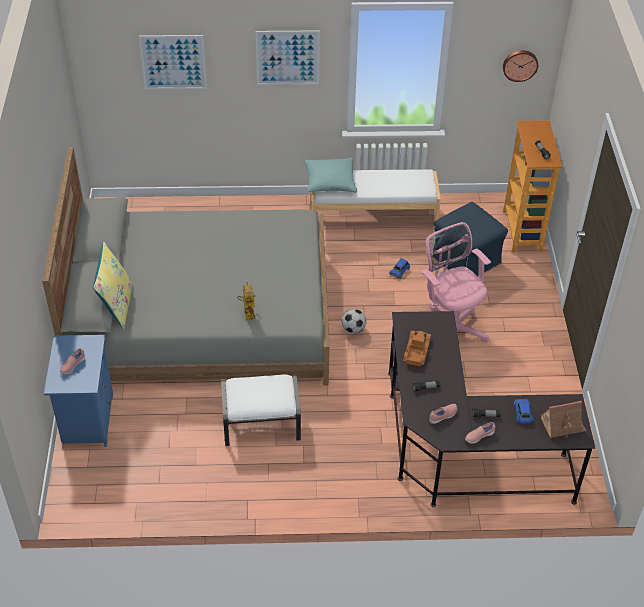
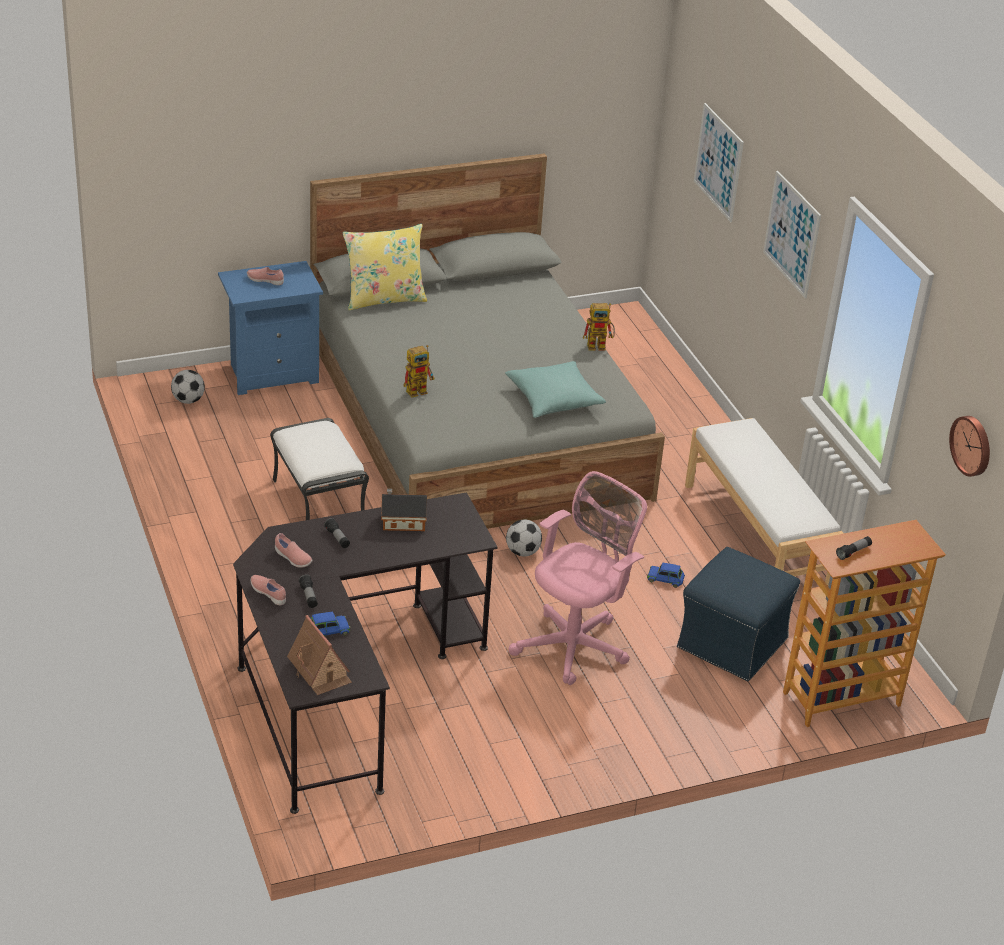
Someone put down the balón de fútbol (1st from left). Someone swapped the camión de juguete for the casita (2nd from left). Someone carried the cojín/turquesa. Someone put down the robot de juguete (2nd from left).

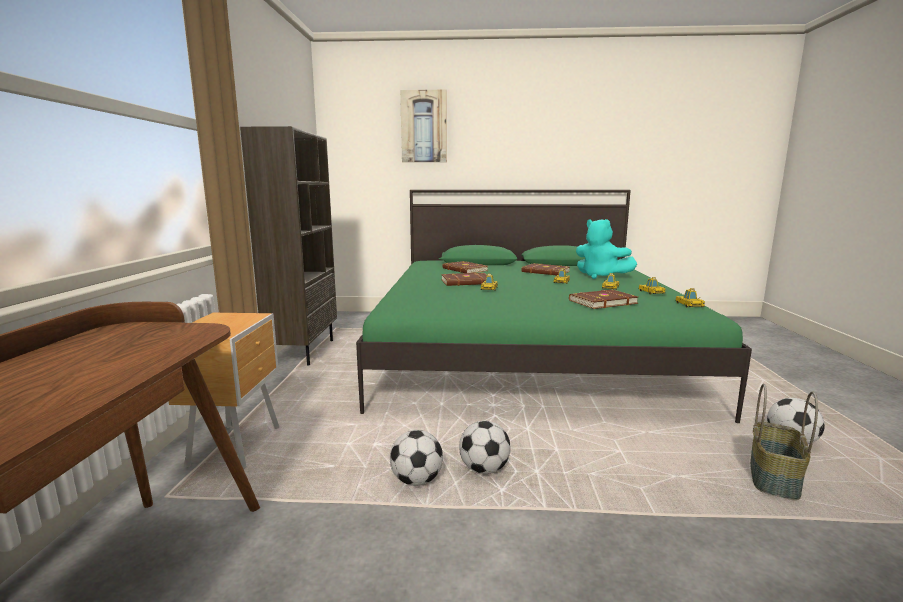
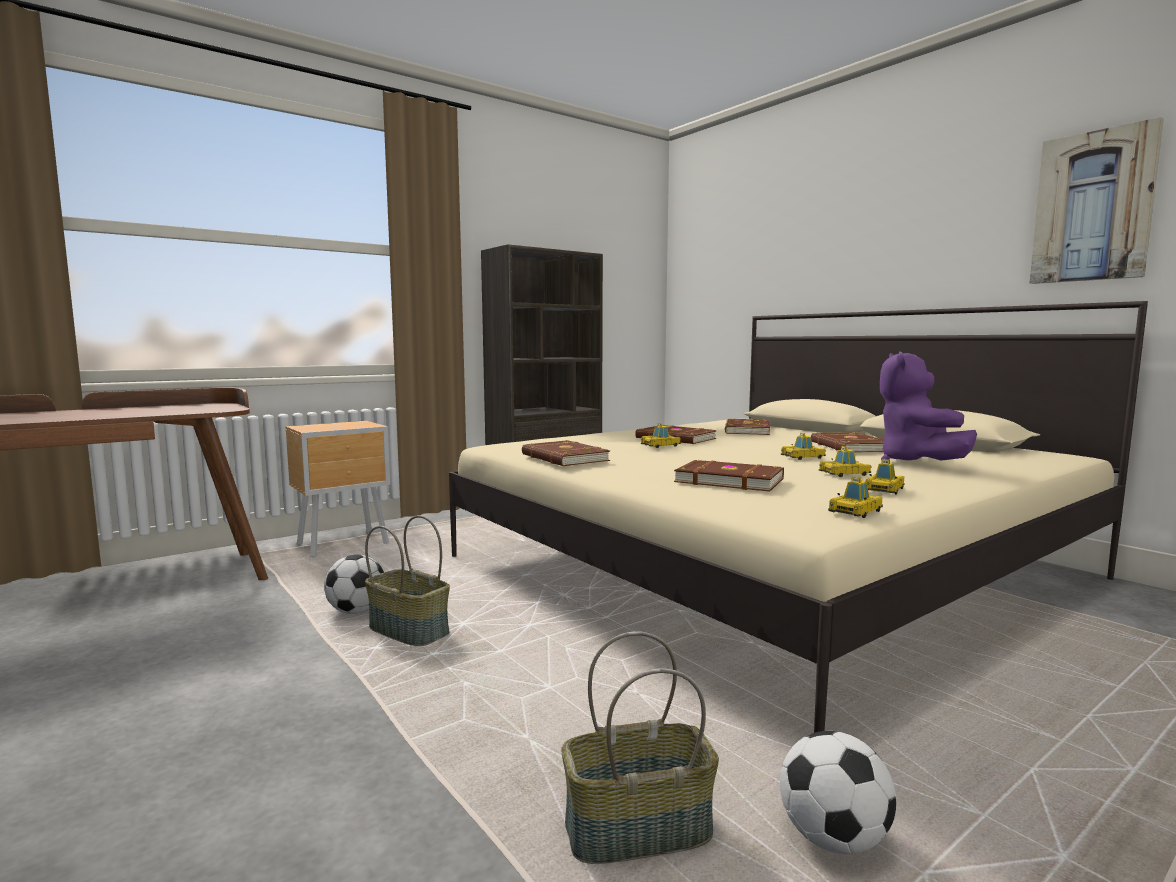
Someone swapped the balón de fútbol (2nd from left) for the cesta (1st from left). Someone repainted the cama/verde, which became the cama/beis. Someone put down the libro/marrón (1st from left). Someone repainted the peluche/turquesa, which became the peluche/morado. Someone carried the cuadro.

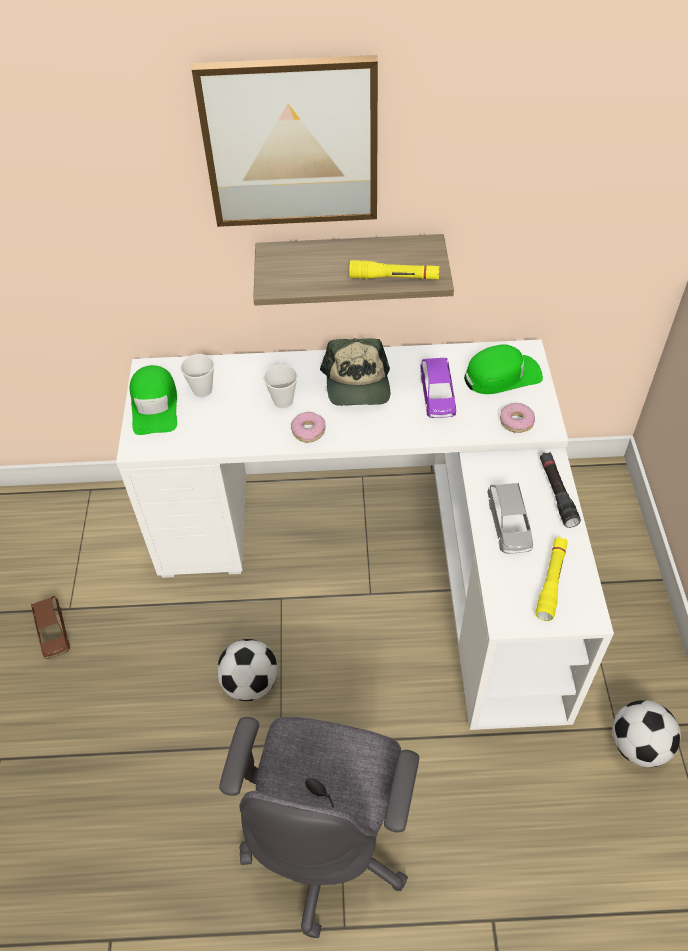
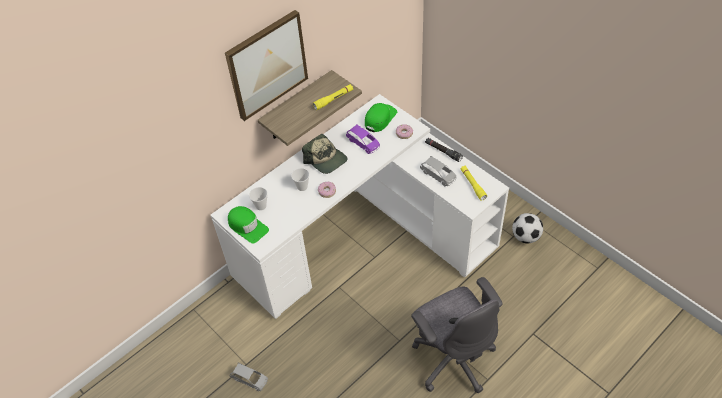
Someone repainted the coche de juguete/marrón, which became the coche de juguete/gris (1st from left). Someone took away the balón de fútbol (1st from left).

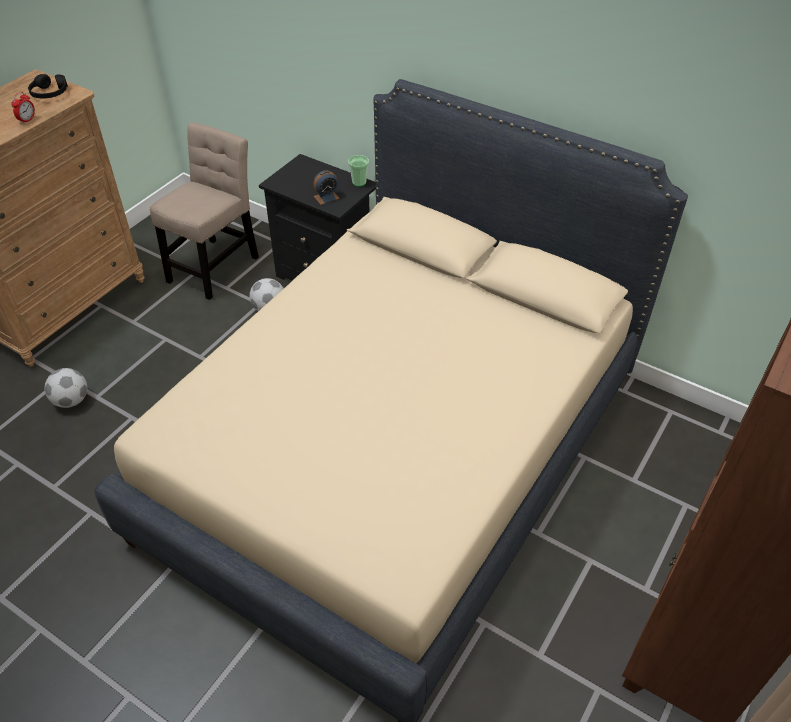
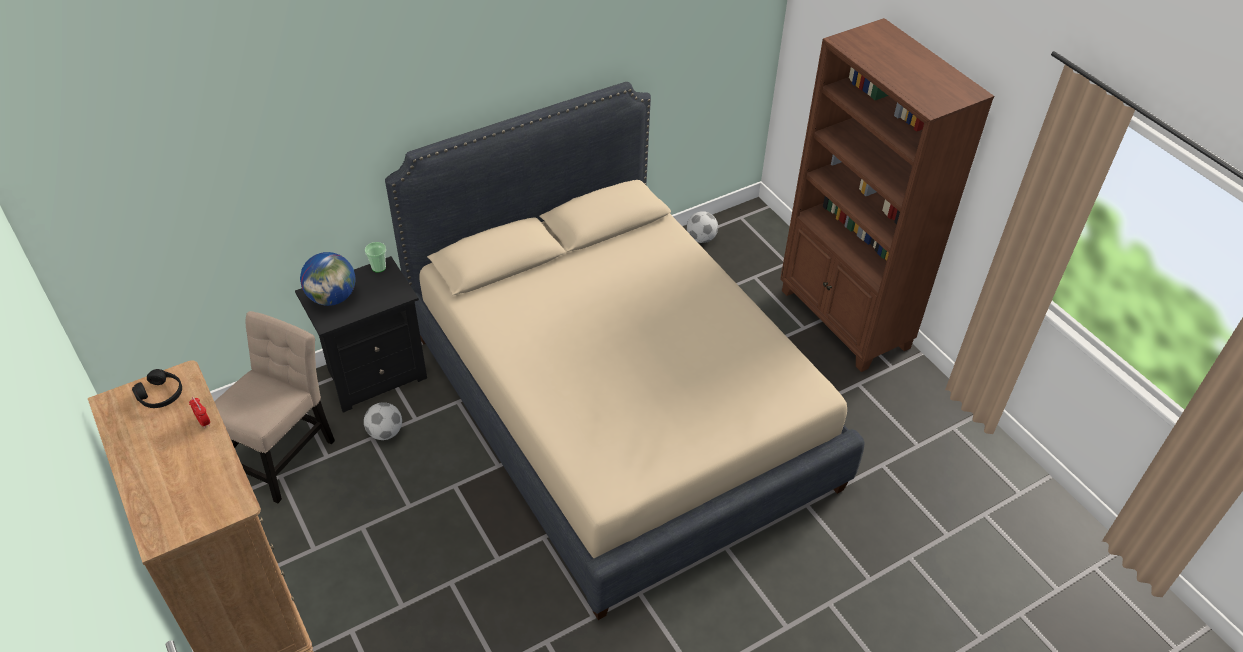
Someone rotated the silla/beis by 60 degrees clockwise. Someone put down the globo terráqueo. Someone carried the balón de fútbol (1st from left in the first image). Someone took away the despertador (2nd from left).

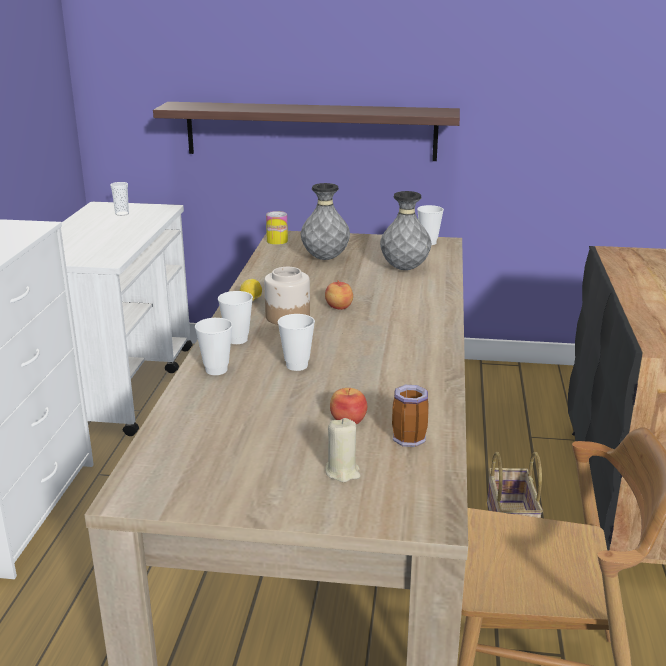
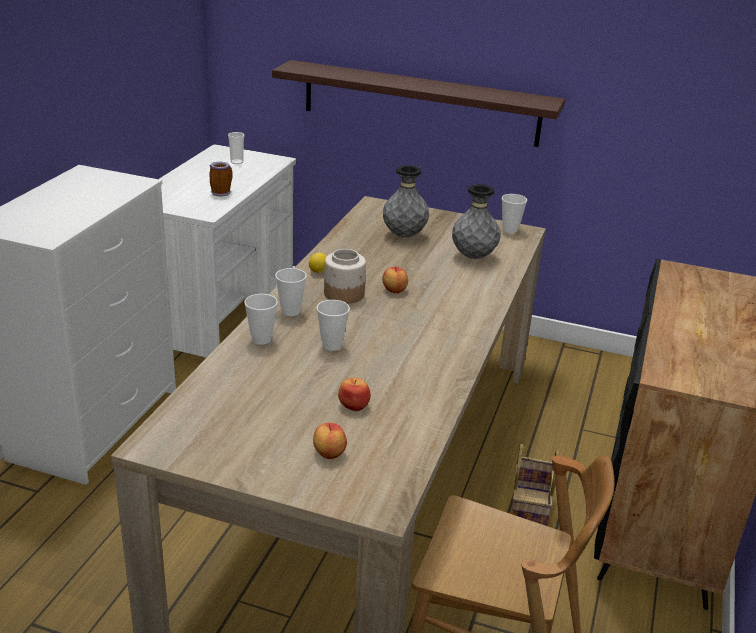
Someone carried the taza grande. Someone swapped the vela/beis for the manzana (1st from left). Someone took away the lata.

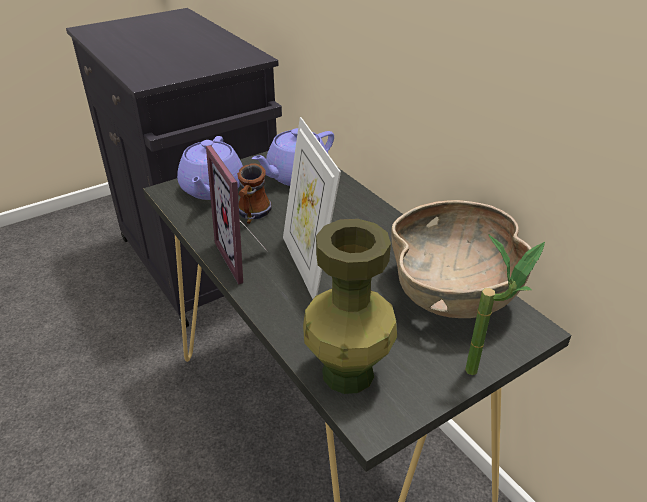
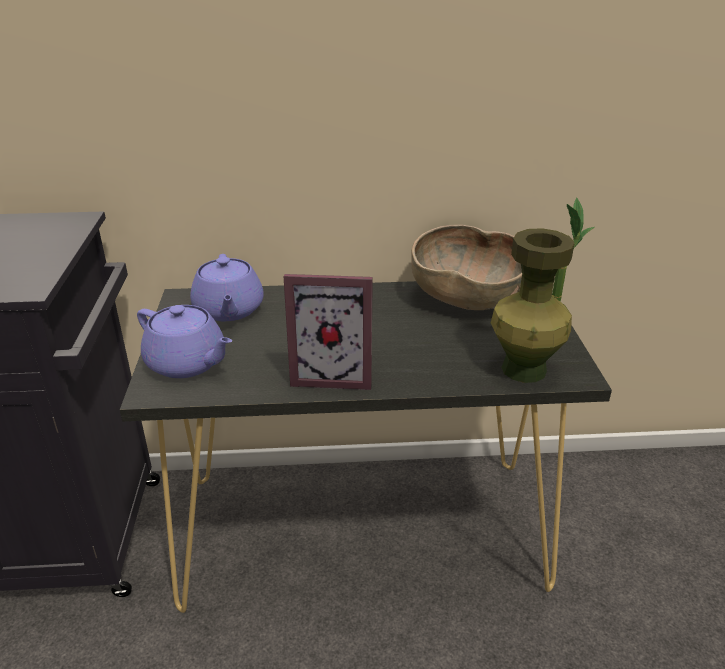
Someone took away the taza grande. Someone took away the portarretratos (2nd from left).

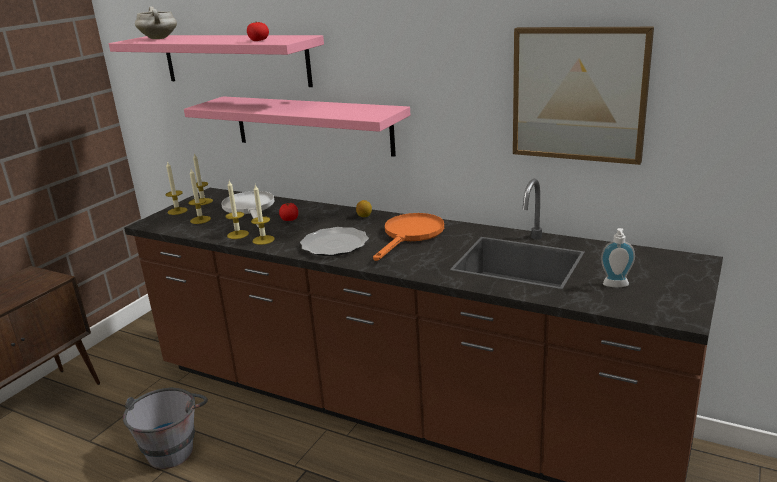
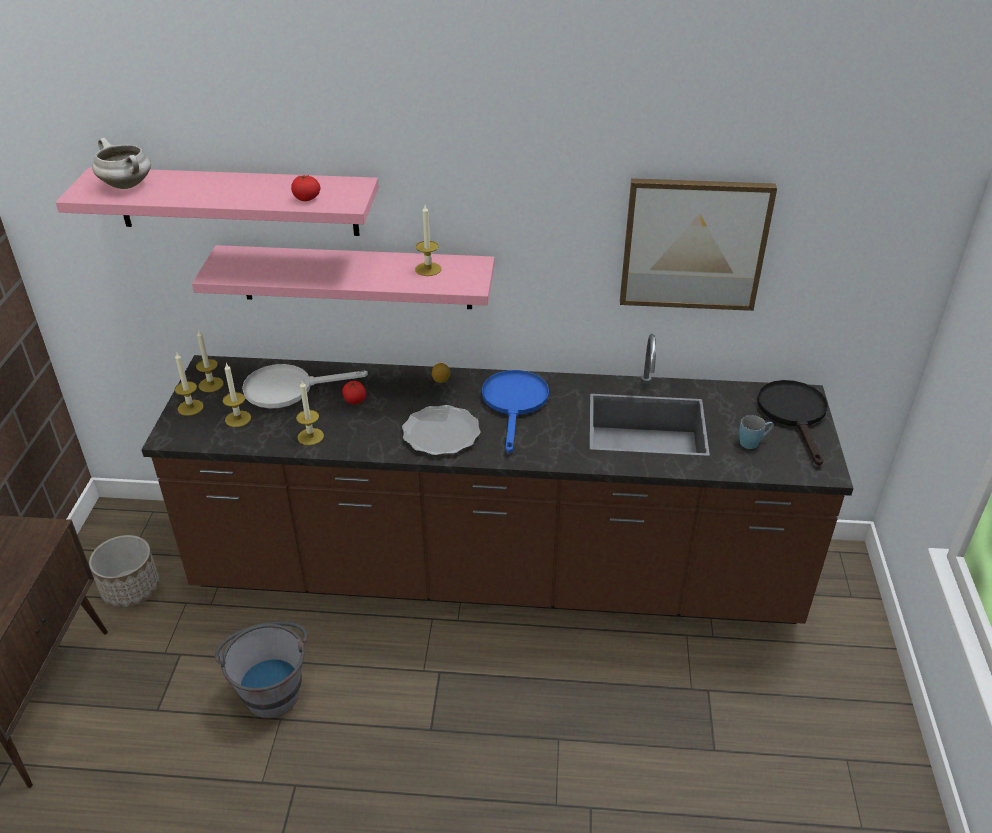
Someone put down the maceta. Someone rotated the sartén/blanco by 60 degrees counterclockwise. Someone carried the vela (5th from left). Someone repainted the sartén/naranja, which became the sartén/azul. Someone swapped the dispensador de jabón for the taza grande/azul. Someone put down the sartén/negro.

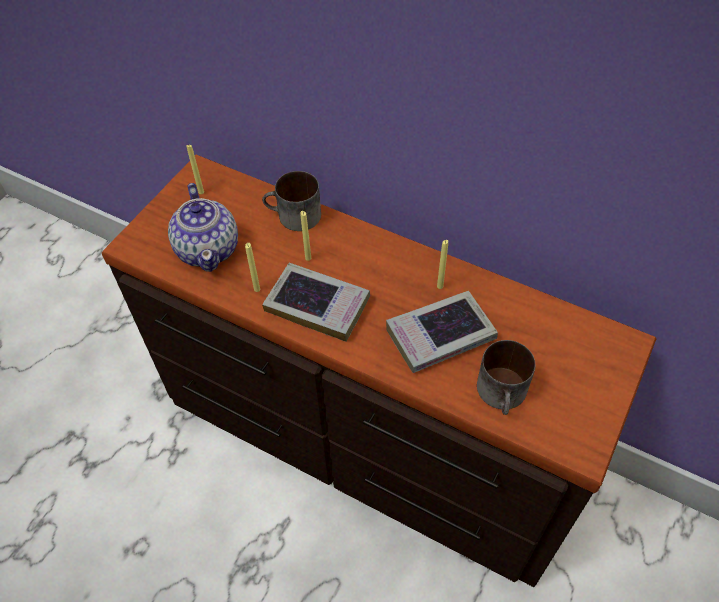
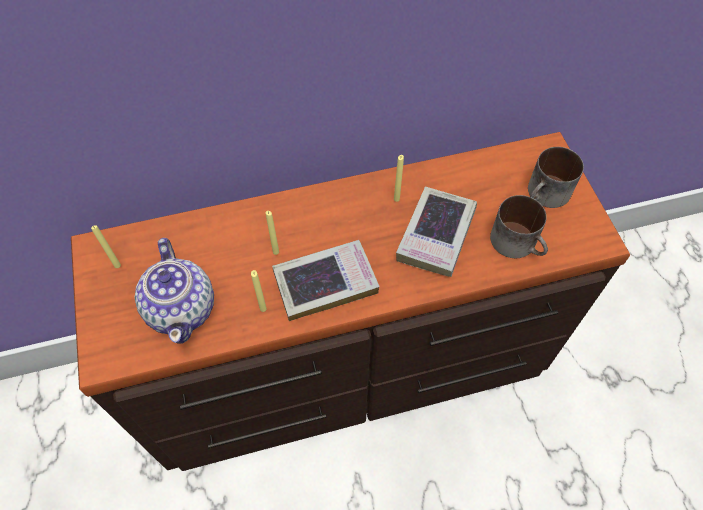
Someone rotated the tetera by 45 degrees clockwise. Someone carried the taza grande (1st from left in the first image).

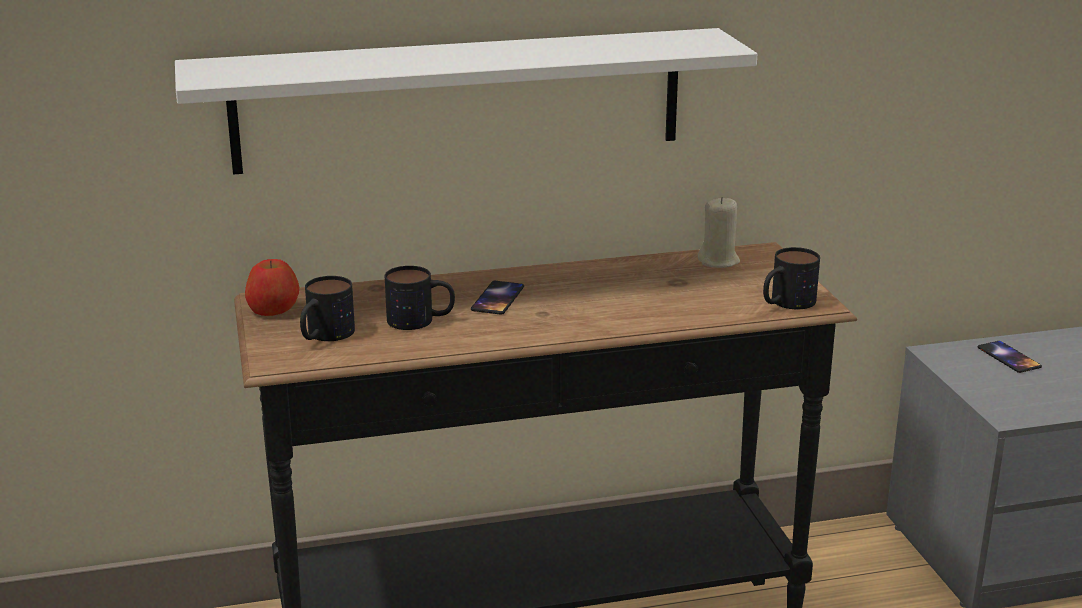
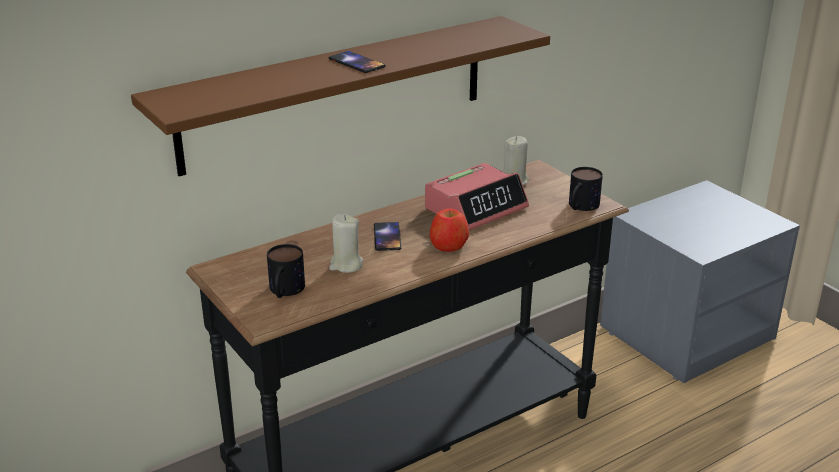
Someone repainted the estante/blanco, which became the estante/marrón. Someone carried the móvil (2nd from left in the first image). Someone swapped the taza grande (2nd from left) for the vela/beis (1st from left). Someone put down the despertador. Someone carried the manzana.

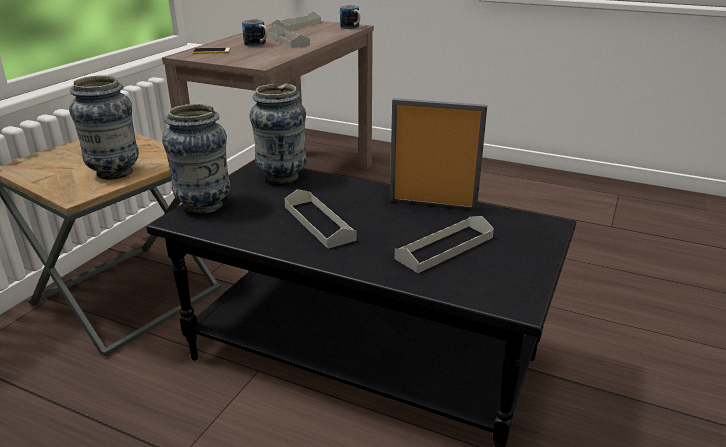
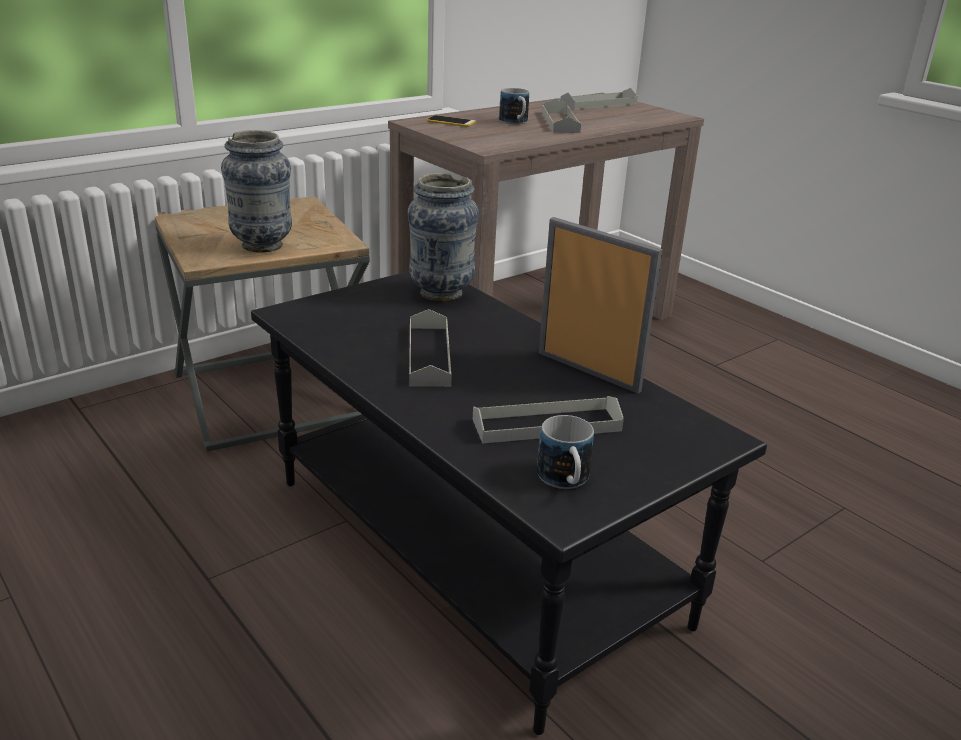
Someone carried the taza grande (2nd from left). Someone took away the florero (2nd from left).

